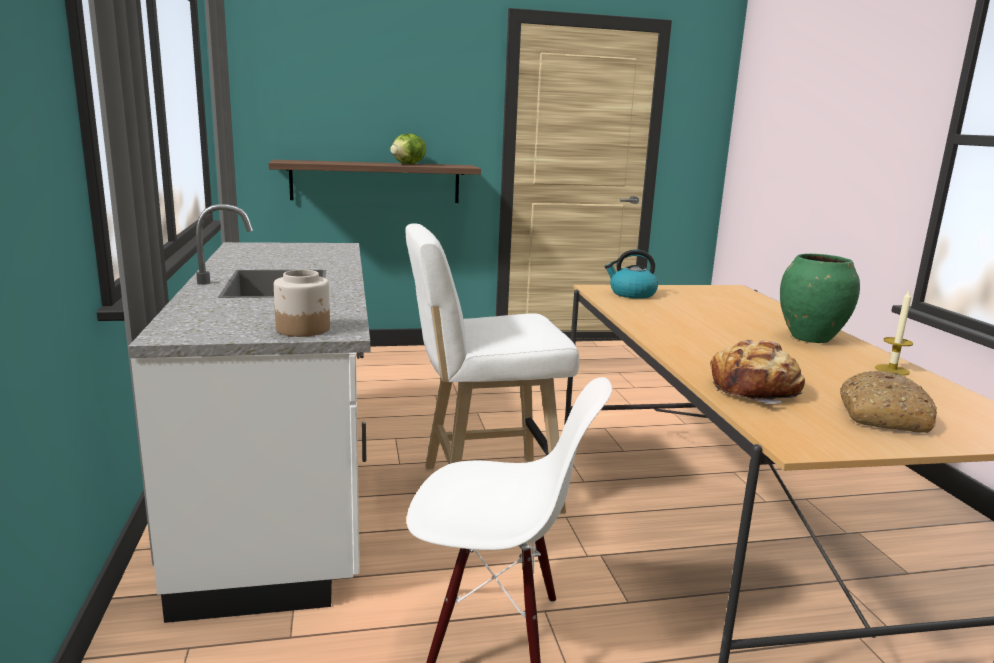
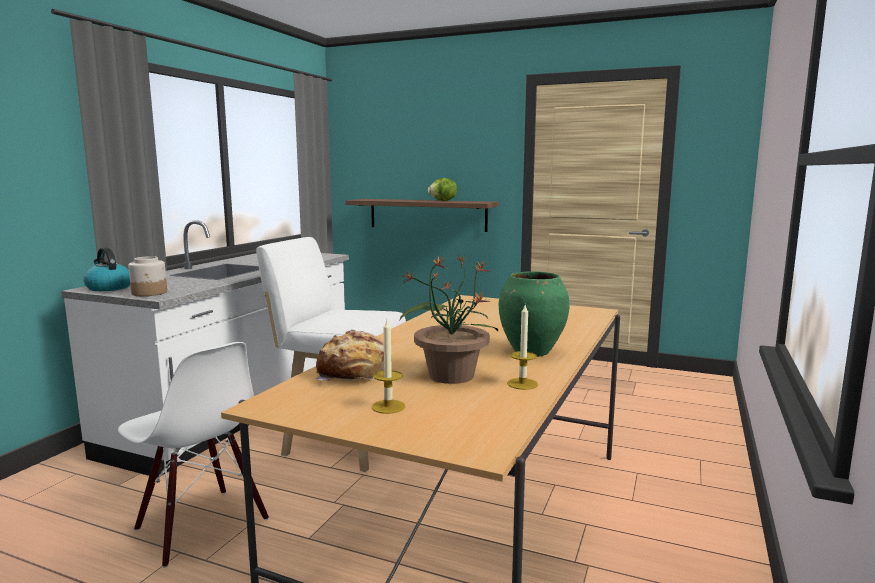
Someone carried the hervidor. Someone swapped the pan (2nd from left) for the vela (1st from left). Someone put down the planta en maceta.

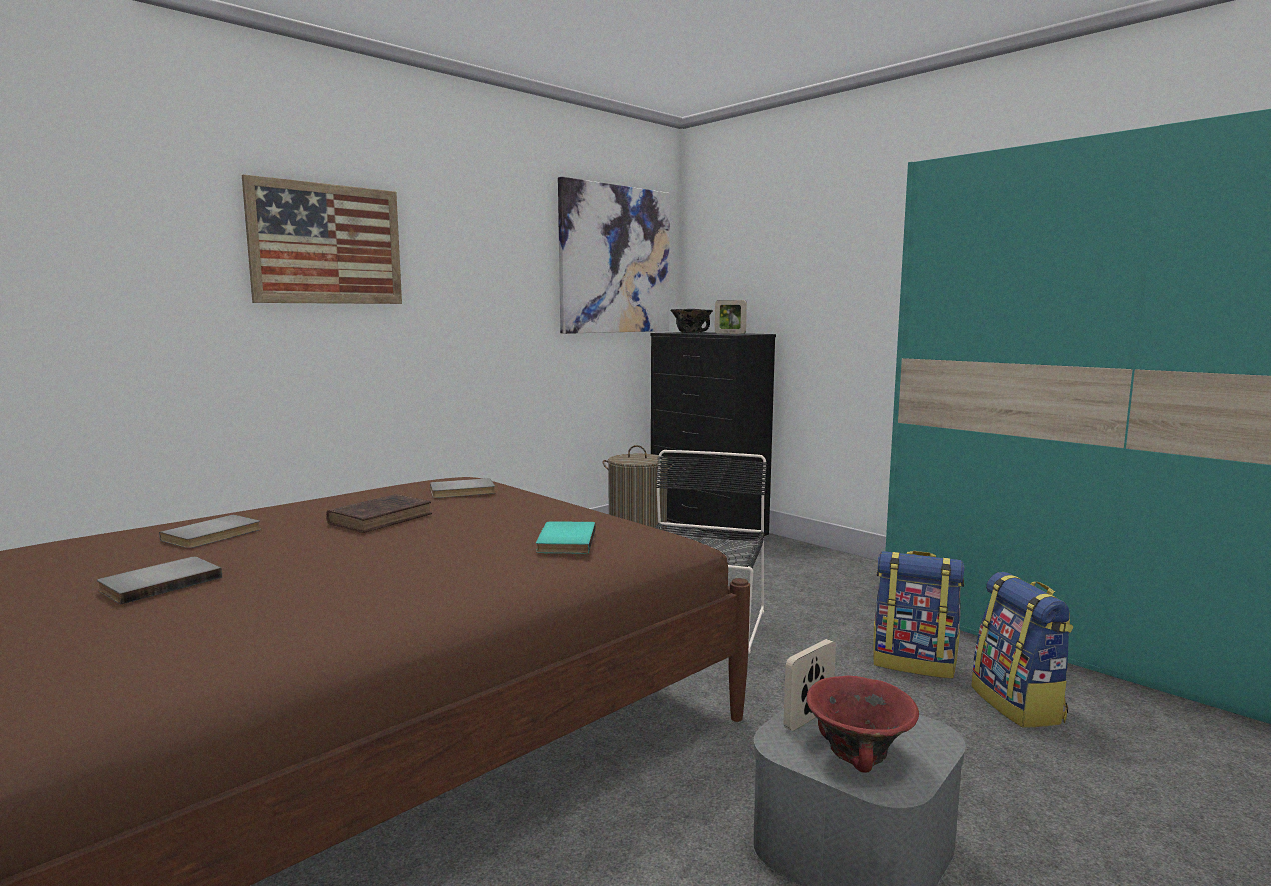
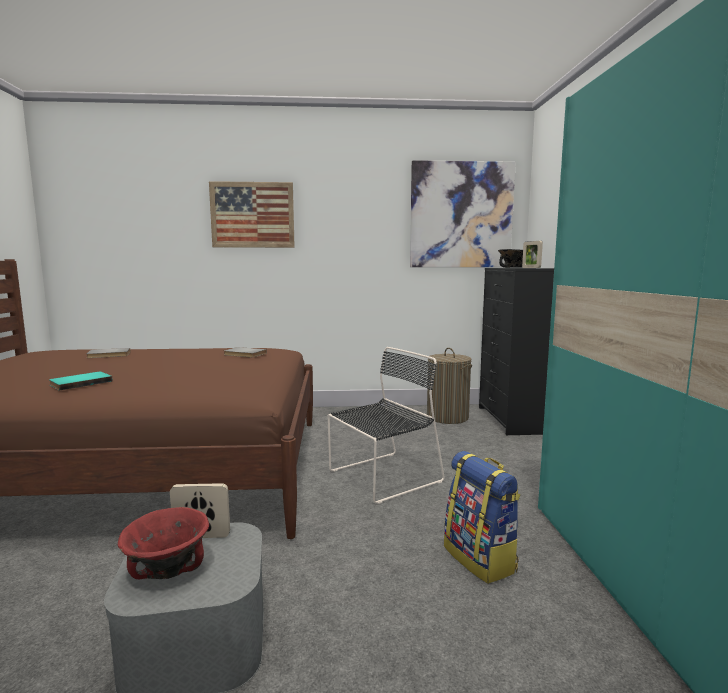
Someone carried the libro/turquesa. Someone took away the libro/gris (1st from left). Someone took away the libro/marrón. Someone took away the mochila (2nd from left).

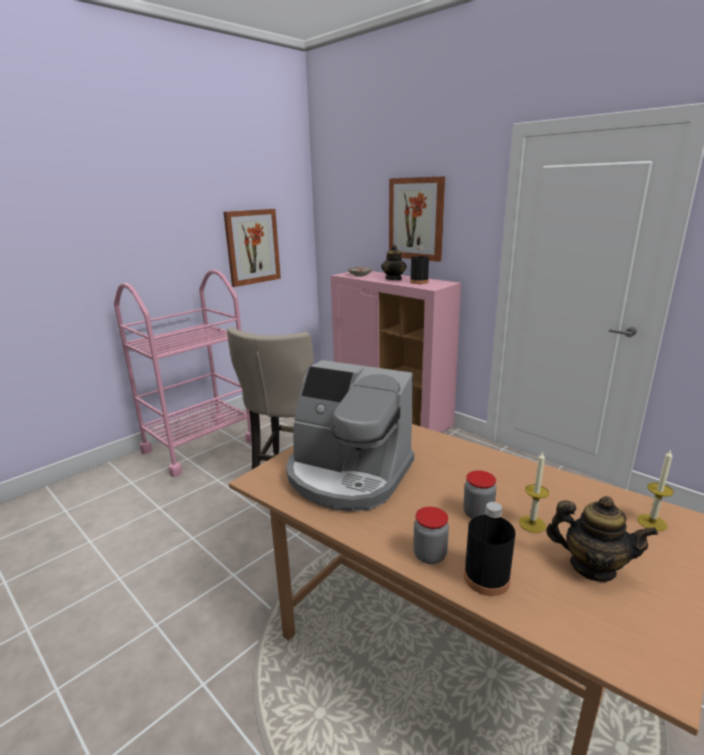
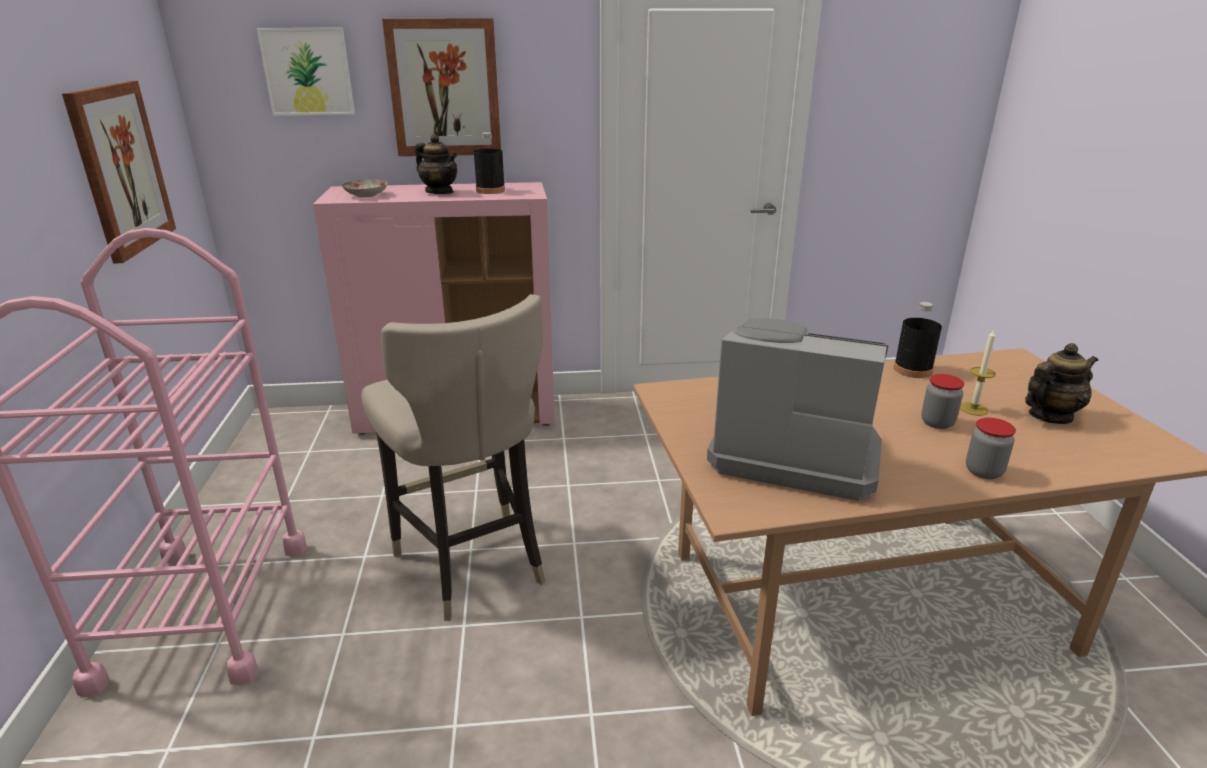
Someone put up the cuadro (2nd from left). Someone rotated the cafetera by 135 degrees counterclockwise. Someone carried the botella/negro (2nd from left). Someone took away the vela (2nd from left).

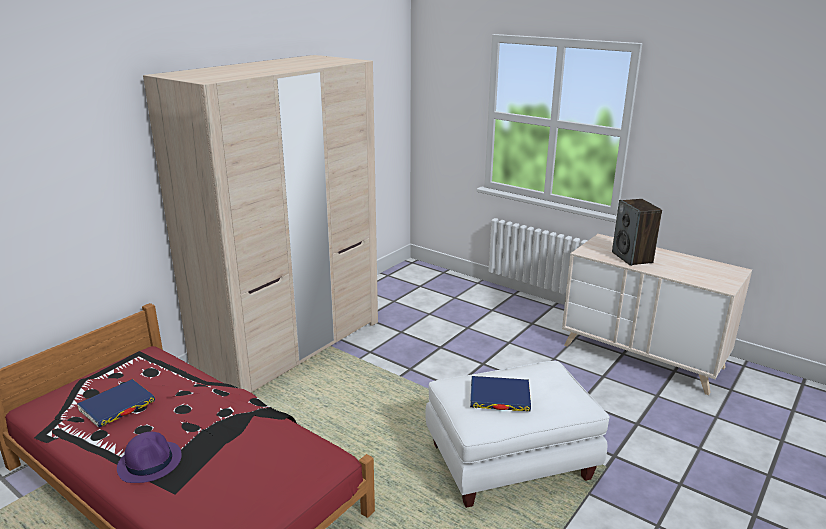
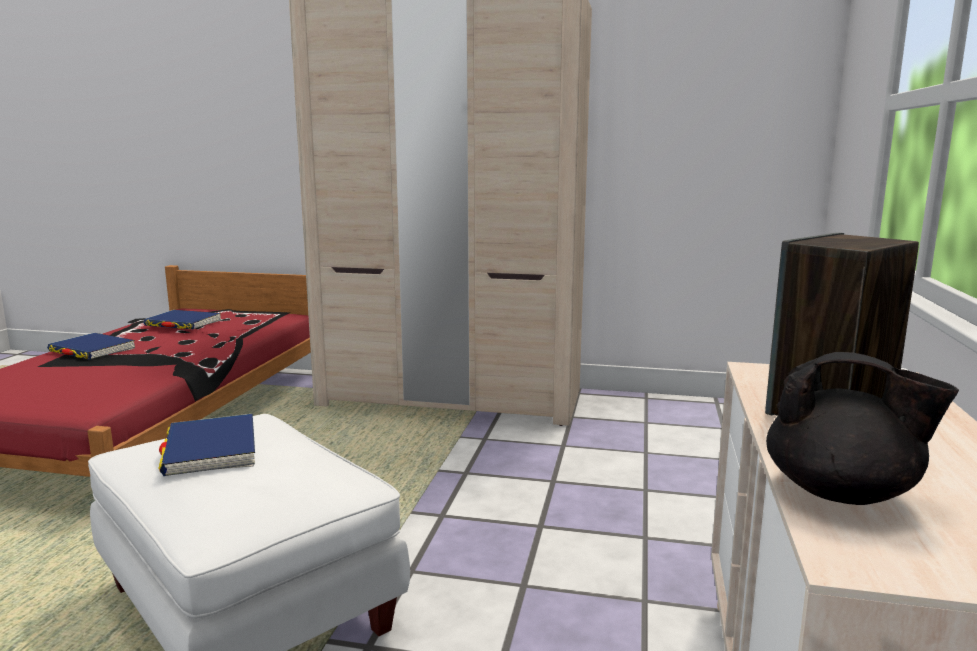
Someone swapped the sombrero/morado for the libro/azul (1st from left). Someone put down the tetera/negro.

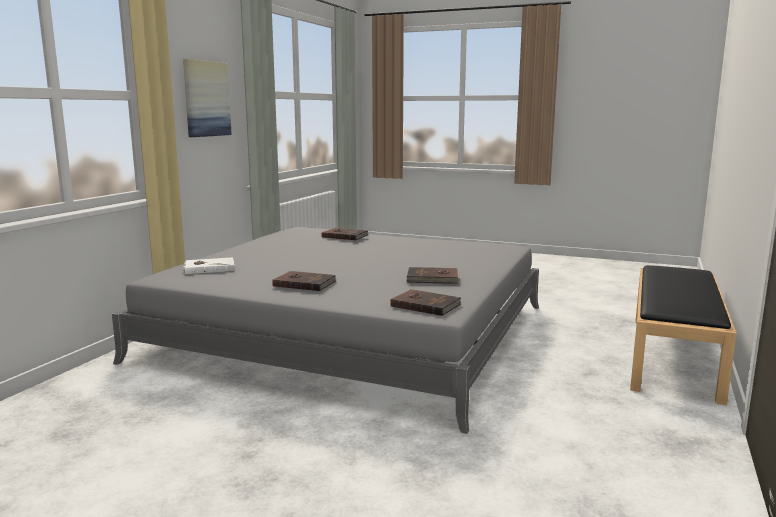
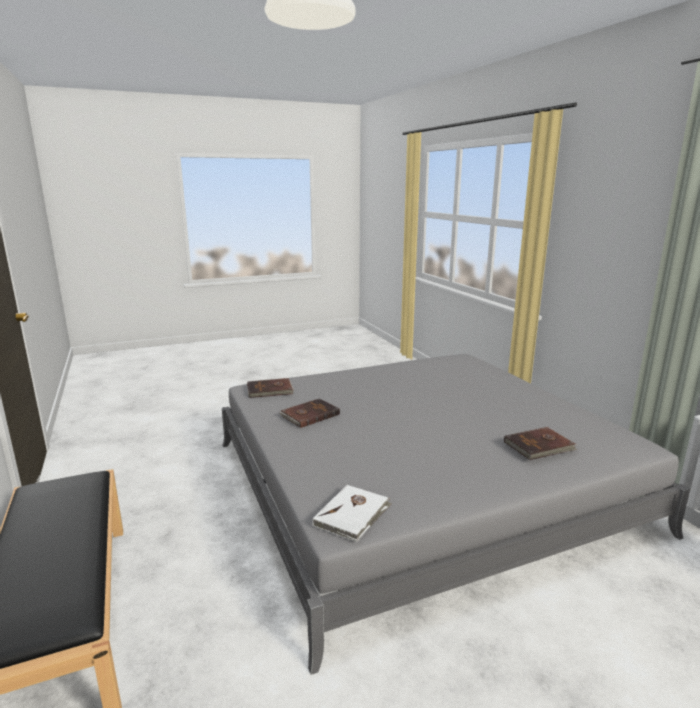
Someone carried the libro/blanco. Someone took away the cuadro. Someone took away the libro/marrón (1st from left).

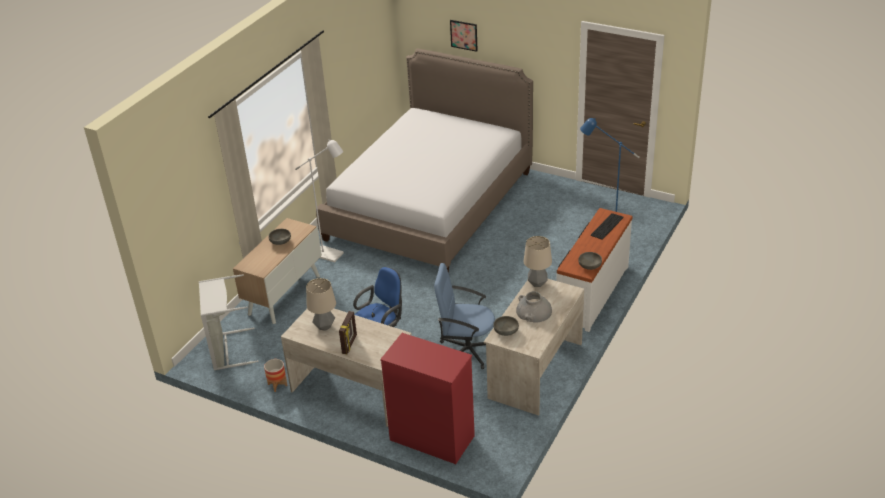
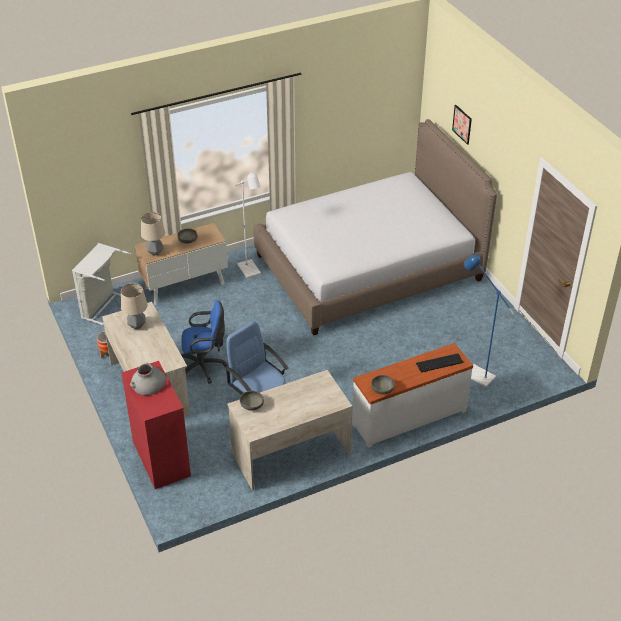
Someone carried the florero/gris. Someone carried the lámpara de mesa (2nd from left). Someone took away the portarretratos.

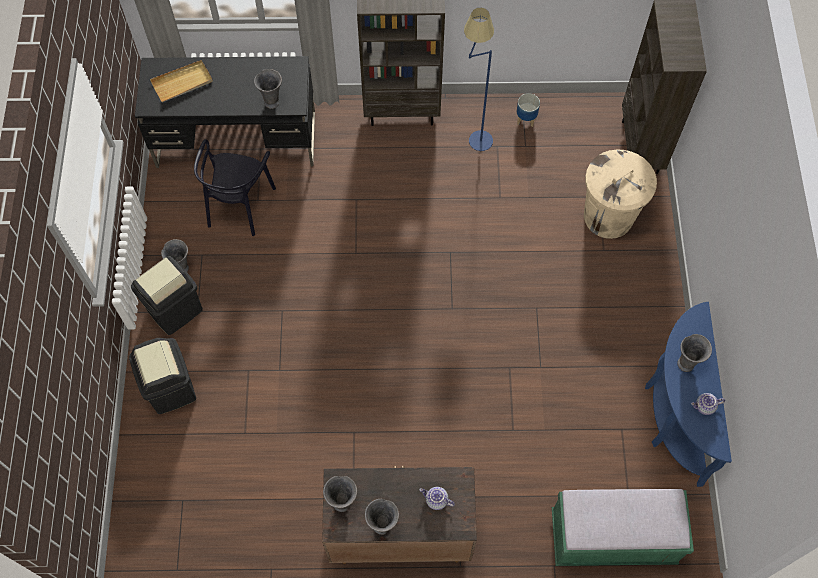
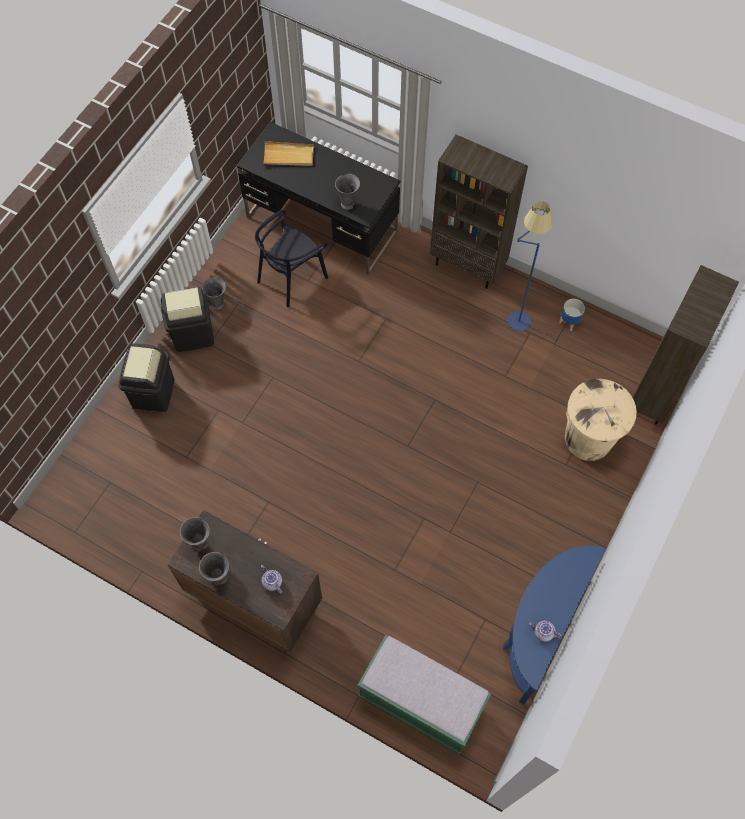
Someone took away the florero/gris (5th from left).

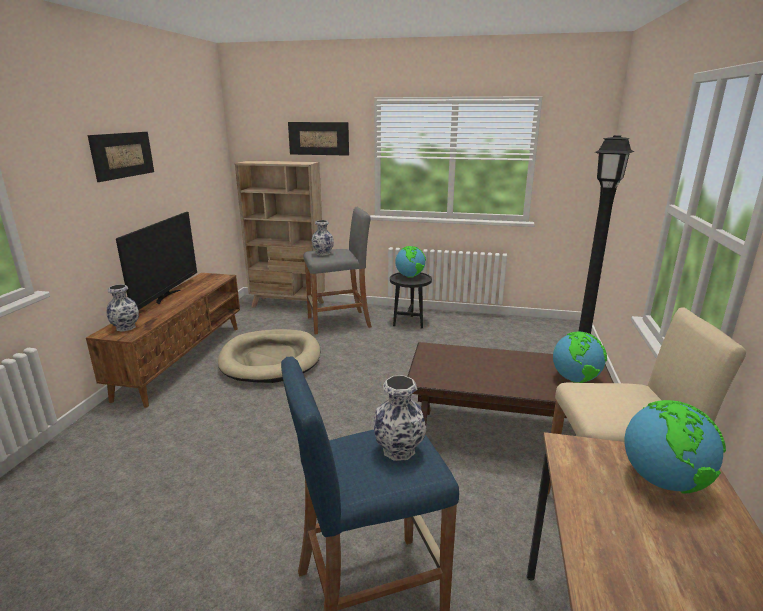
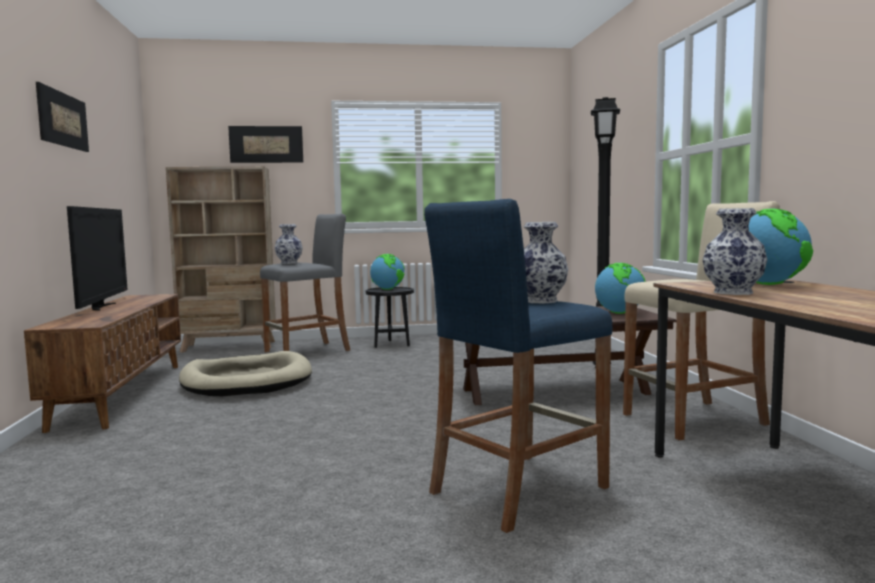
Someone carried the florero (1st from left in the first image).

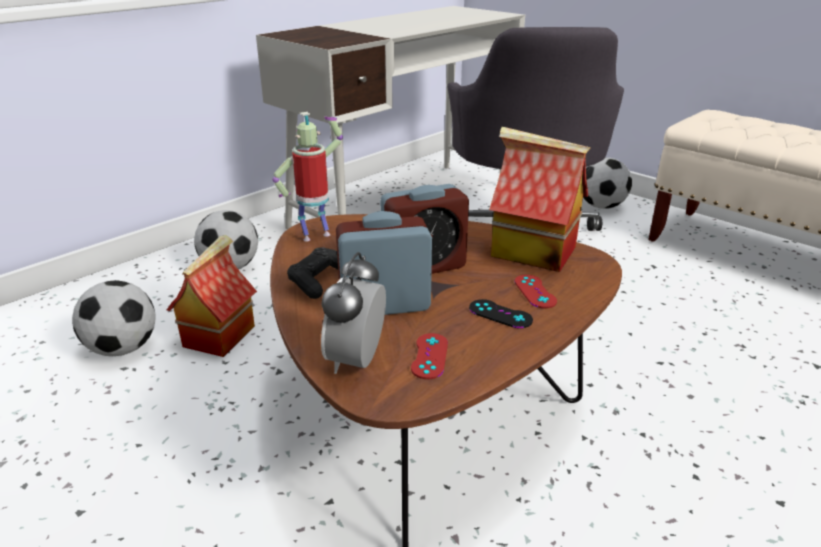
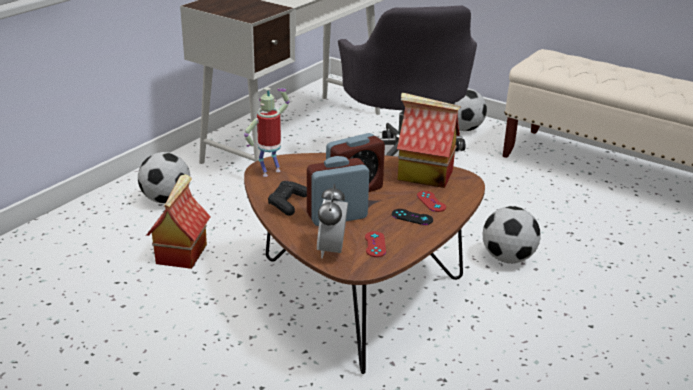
Someone carried the balón de fútbol (1st from left in the first image).

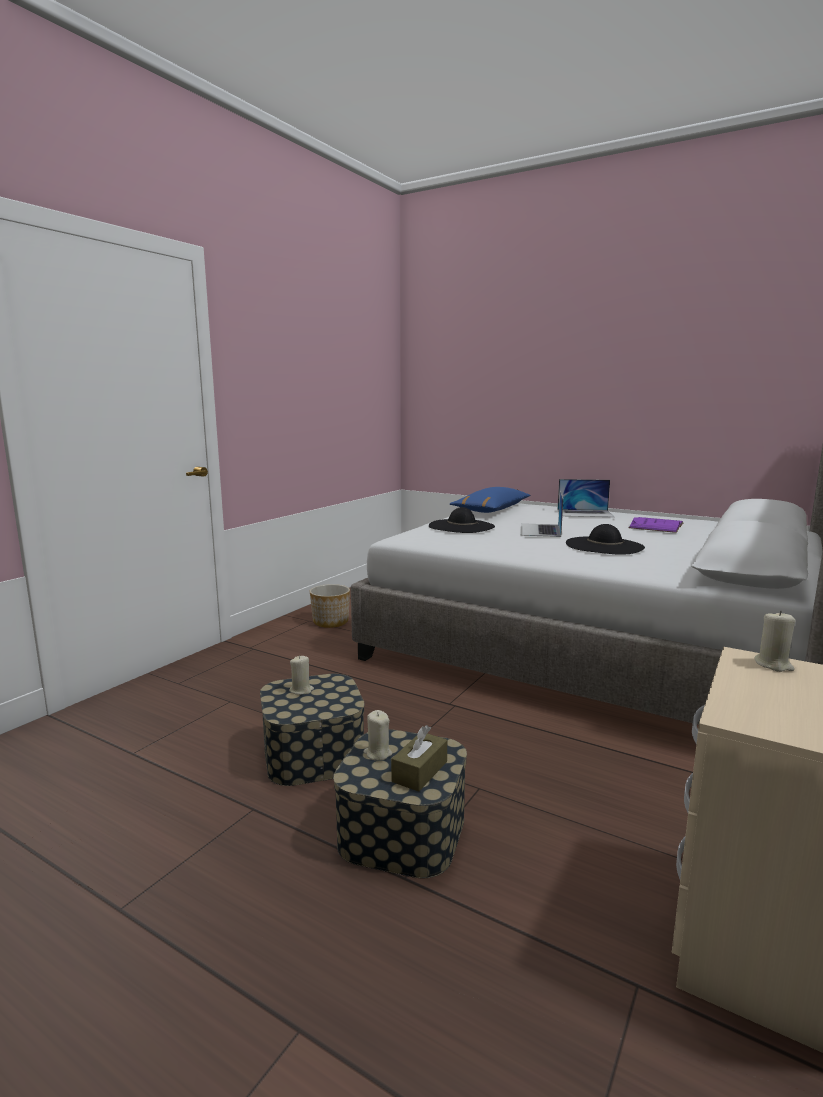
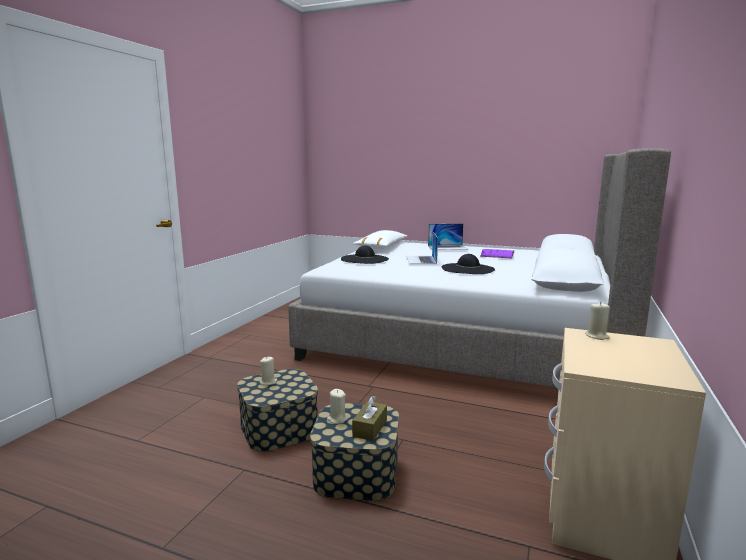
Someone repainted the cojín/azul, which became the cojín/blanco. Someone took away the maceta.

